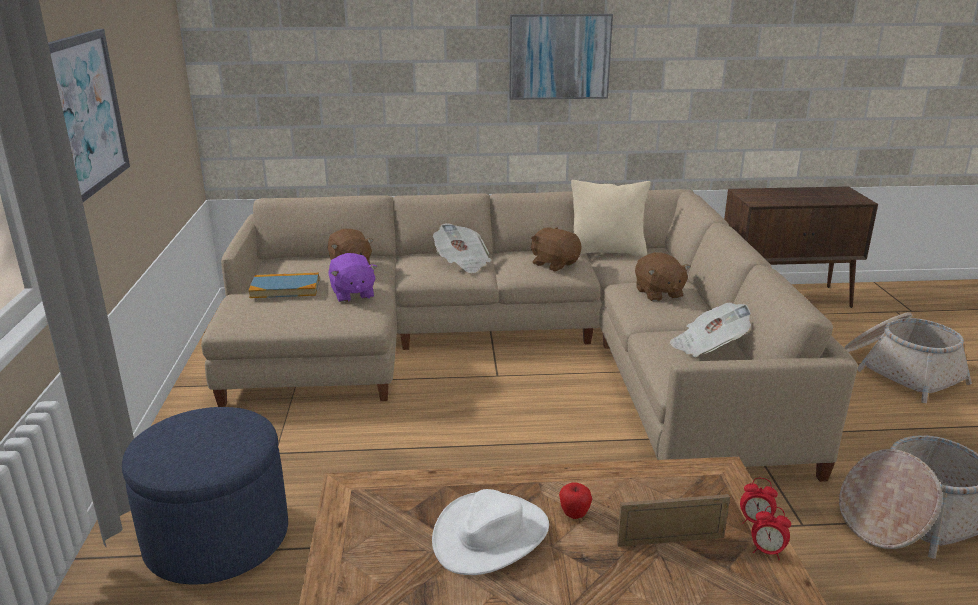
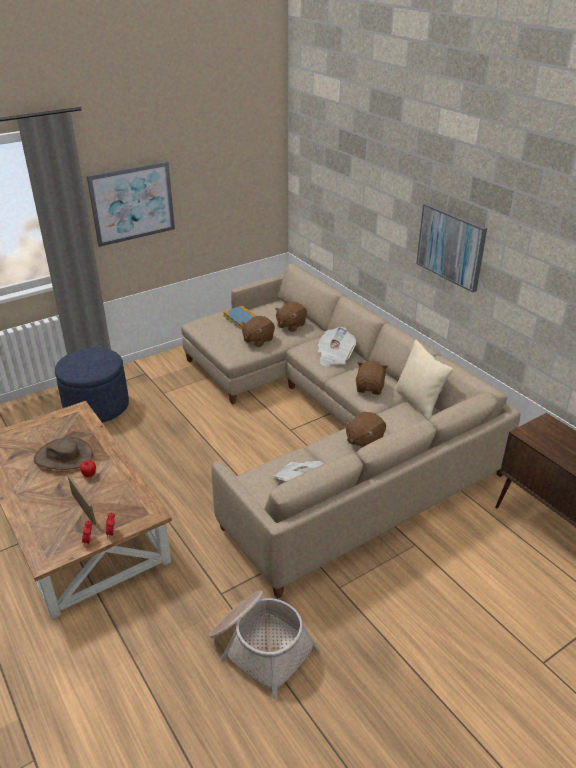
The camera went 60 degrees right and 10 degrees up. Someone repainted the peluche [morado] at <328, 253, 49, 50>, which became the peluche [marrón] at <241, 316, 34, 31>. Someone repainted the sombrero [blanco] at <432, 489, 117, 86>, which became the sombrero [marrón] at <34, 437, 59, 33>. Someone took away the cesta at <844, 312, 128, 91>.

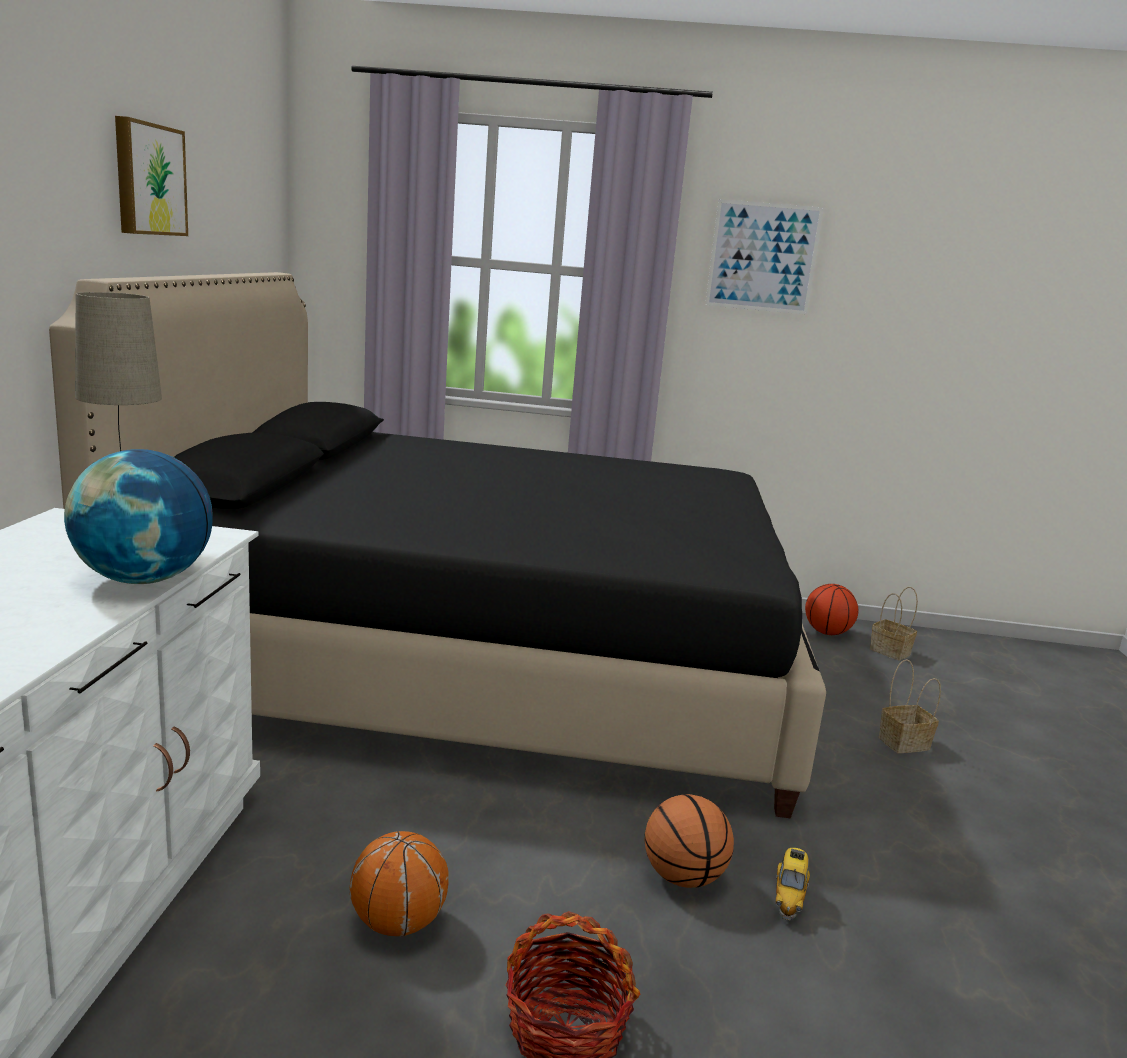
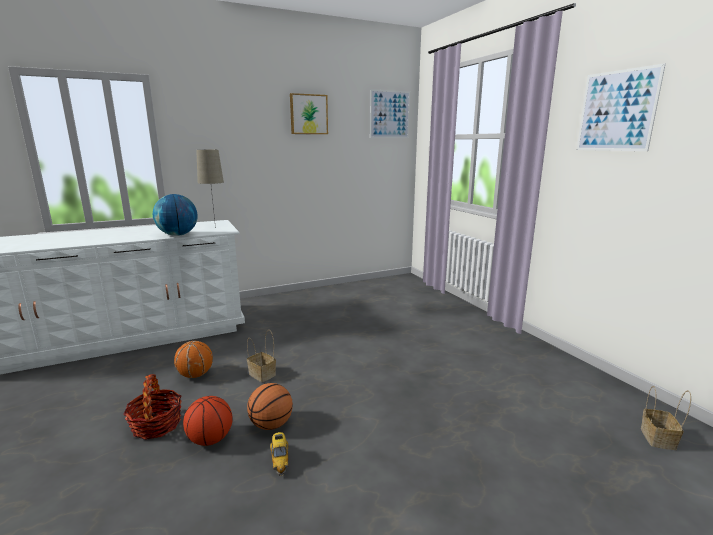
The camera went 60 degrees right and 0 degrees up. Someone took away the cama [negro] at <49, 272, 777, 547>. Someone rotated the coche de juguete at <776, 848, 34, 73> by 90 degrees counterclockwise. Someone carried the balón de baloncesto from <805, 584, 53, 51> to <183, 396, 50, 50>. Someone carried the cesta from <878, 659, 63, 94> to <247, 330, 29, 52>. Someone put up the cuadro at <370, 89, 40, 49>.

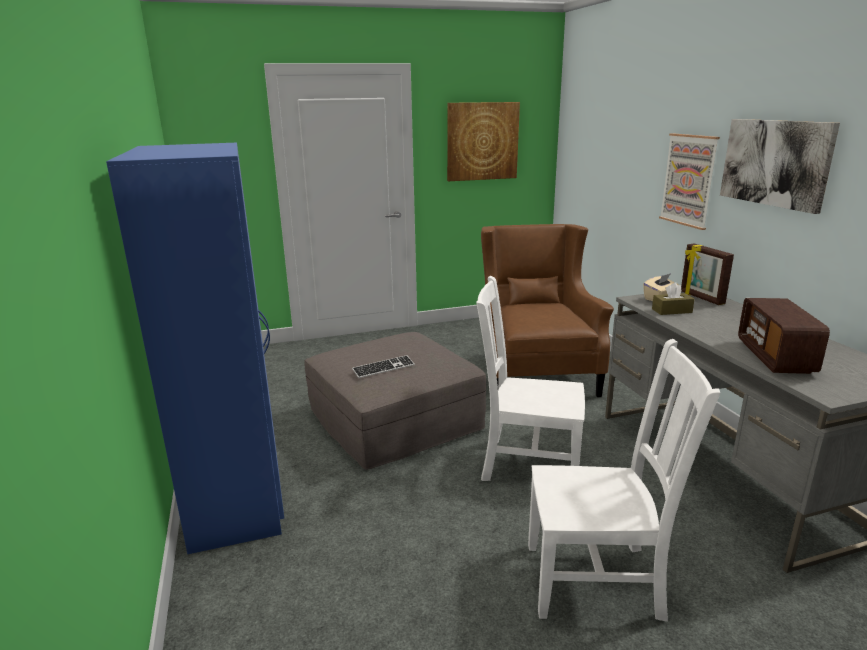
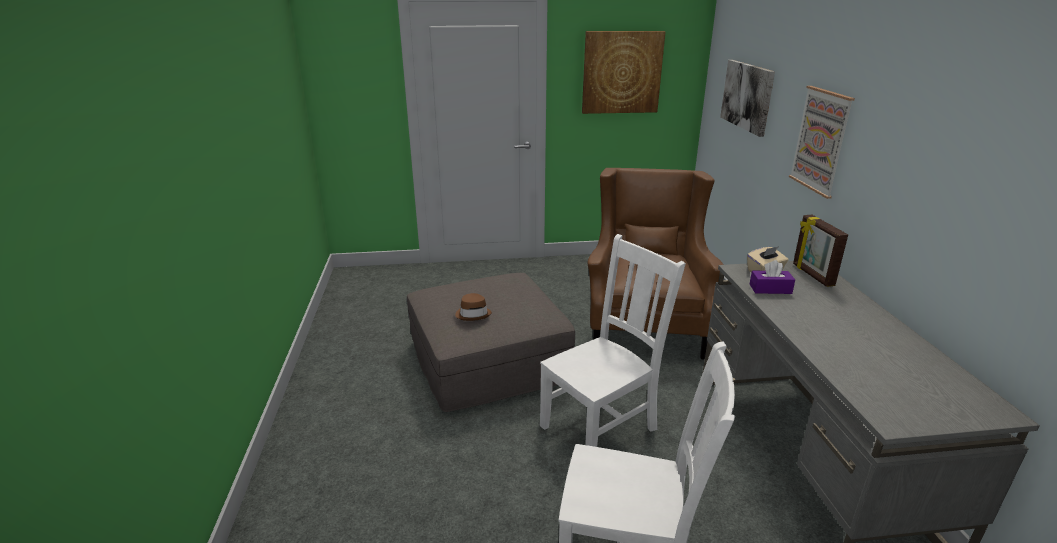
The camera went 10 degrees right and 5 degrees up. Someone took away the armario ropero [azul] at <106, 143, 178, 411>. Someone swapped the teclado at <352, 355, 63, 23> for the sombrero [marrón] at <455, 293, 37, 28>. Someone rotated the silla [blanco] at <476, 276, 109, 205> by 120 degrees clockwise. Someone repainted the caja de pañuelos [marrón] at <652, 283, 43, 32>, which became the caja de pañuelos [morado] at <749, 260, 46, 34>. Someone carried the cuadro from <720, 119, 120, 95> to <720, 60, 55, 77>. Someone took away the radio at <738, 298, 92, 76>.

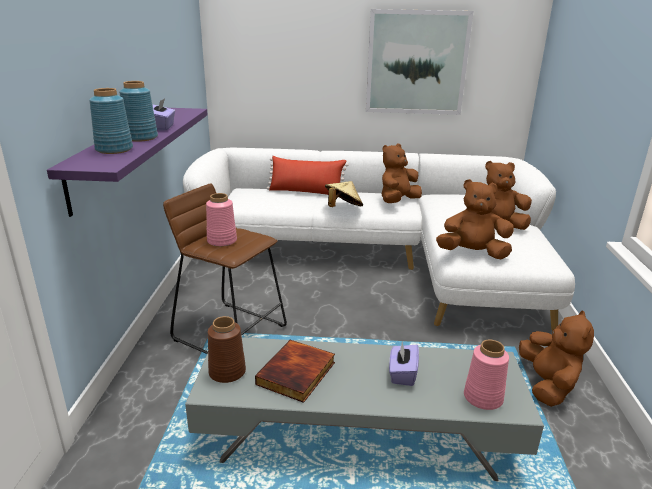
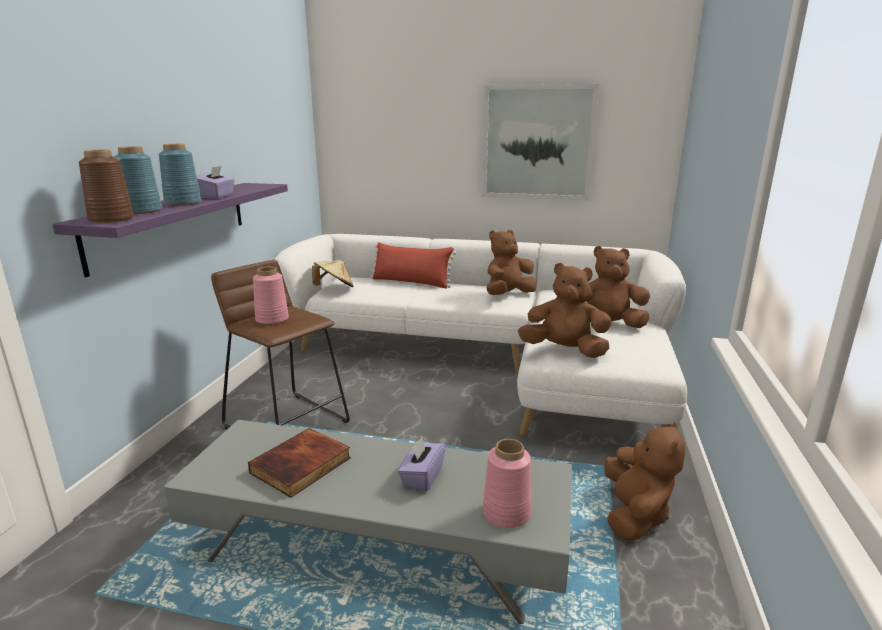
The camera went 10 degrees right and 5 degrees down. Someone carried the florero [marrón] from <208, 316, 38, 67> to <79, 149, 55, 74>. Someone carried the sombrero [beis] from <325, 181, 38, 26> to <312, 260, 42, 27>.

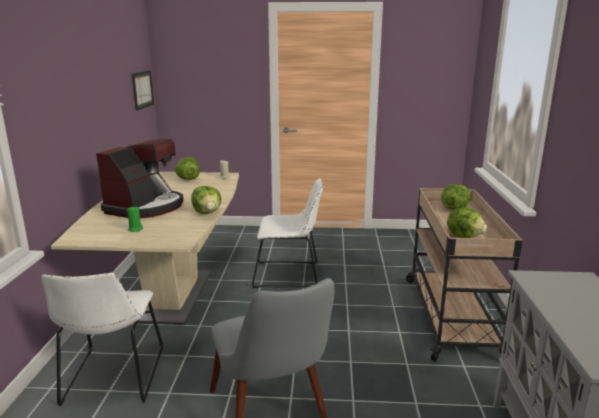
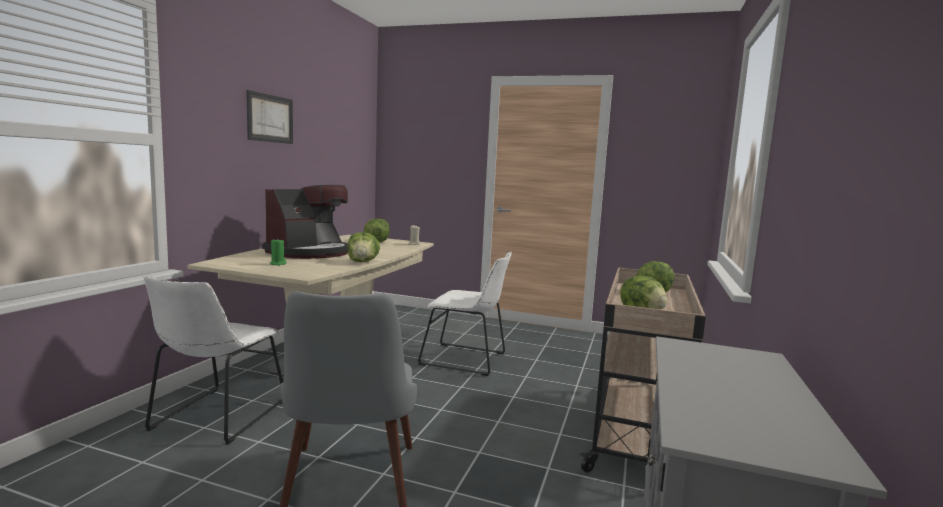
The camera went 15 degrees right and 10 degrees down. Someone carried the cuadro from <132, 70, 22, 41> to <246, 90, 47, 54>.

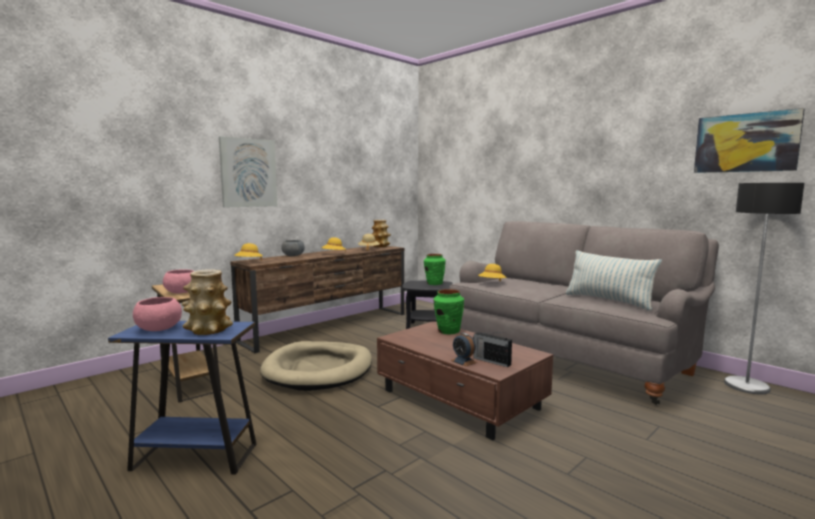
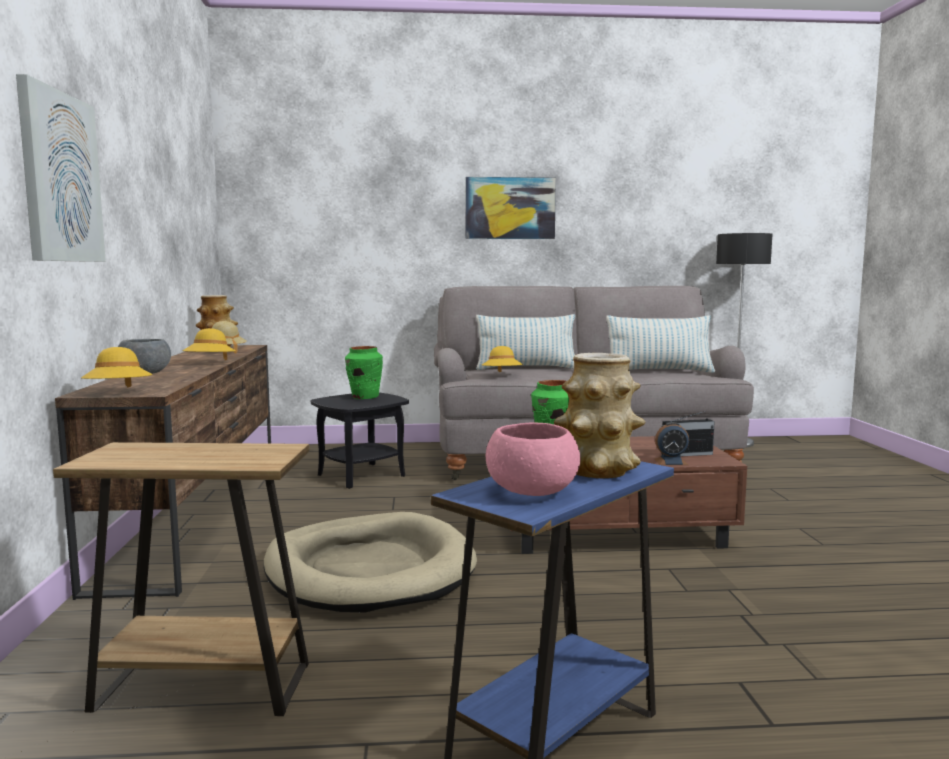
The camera went 50 degrees left and 0 degrees up. Someone took away the cuenco [rosa] at <163, 270, 31, 23>. Someone carried the cuadro from <694, 108, 111, 65> to <465, 177, 91, 62>. Someone put down the cojín at <476, 314, 99, 56>.

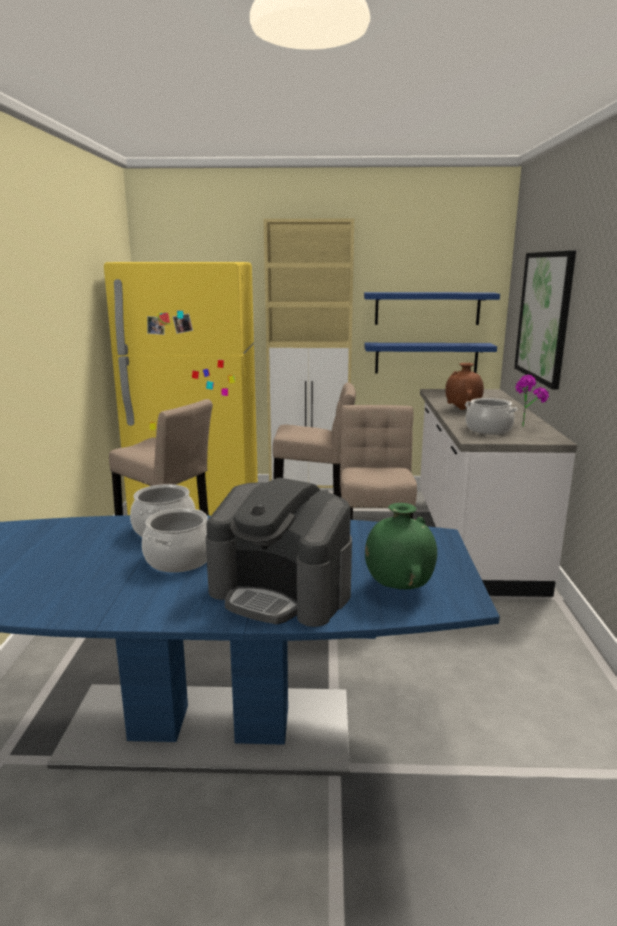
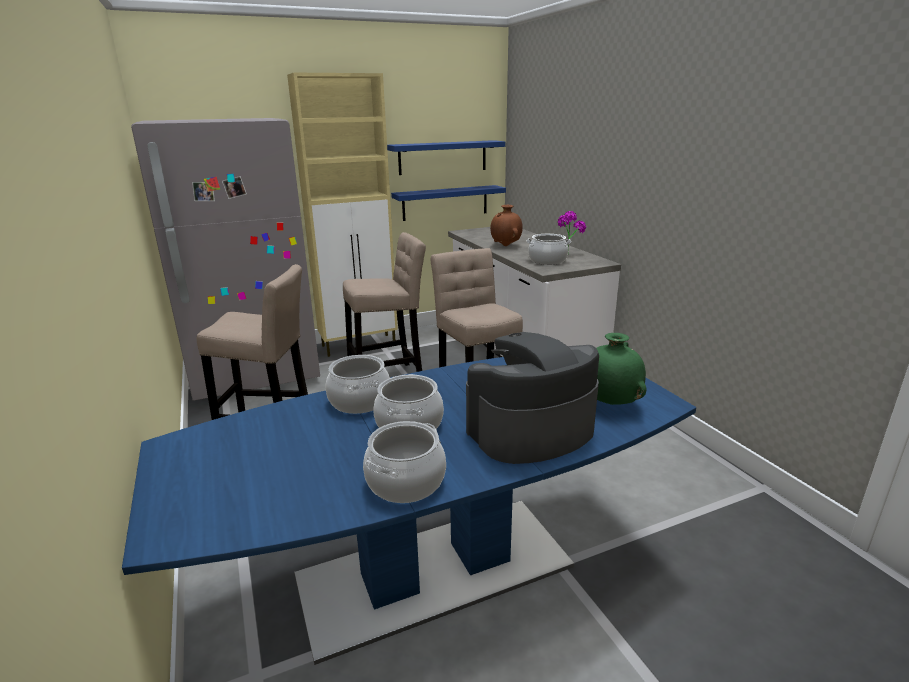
The camera went 25 degrees left and 5 degrees up. Someone repainted the nevera [amarillo] at <104, 262, 154, 254>, which became the nevera [gris] at <131, 118, 189, 283>. Someone rotated the cafetera at <206, 477, 146, 150> by 150 degrees clockwise. Someone took away the cuadro at <514, 251, 62, 138>. Someone put down the olla at <363, 421, 83, 82>.

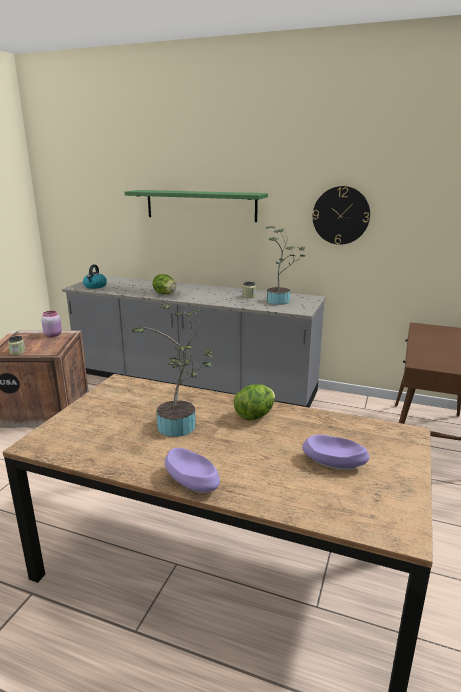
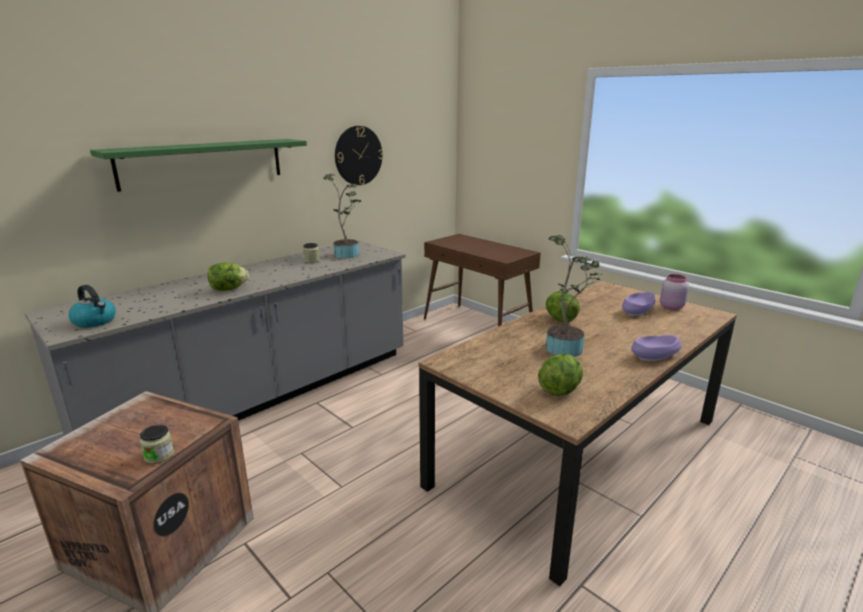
The camera went 65 degrees left and 0 degrees up. Someone carried the tarro [rosa] from <41, 311, 21, 26> to <660, 274, 29, 36>. Someone put down the lechuga at <538, 354, 45, 42>.

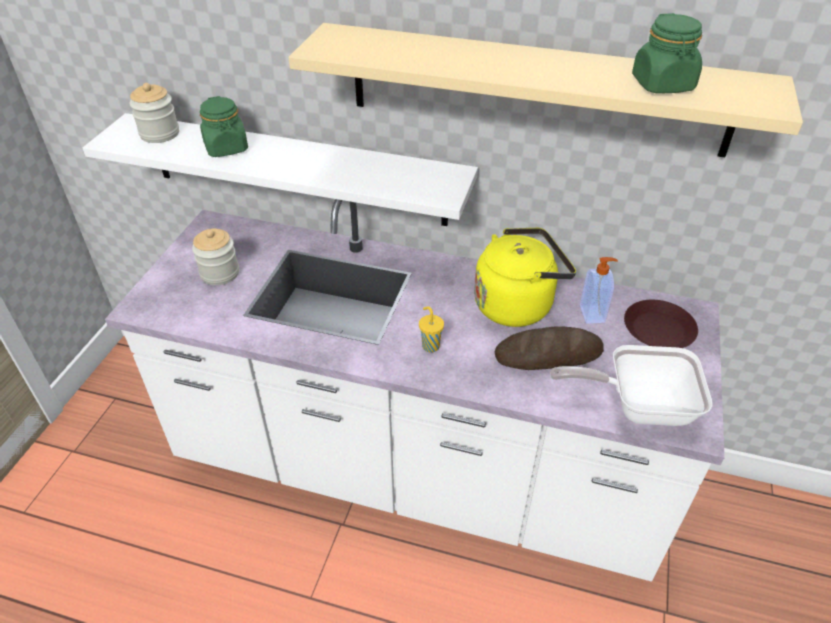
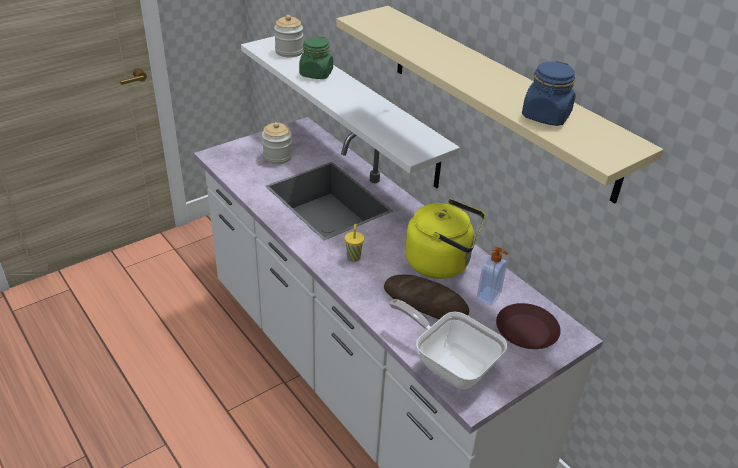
The camera went 35 degrees right and 5 degrees down. Someone repainted the tarro [verde] at <632, 13, 70, 80>, which became the tarro [azul] at <522, 61, 54, 65>.

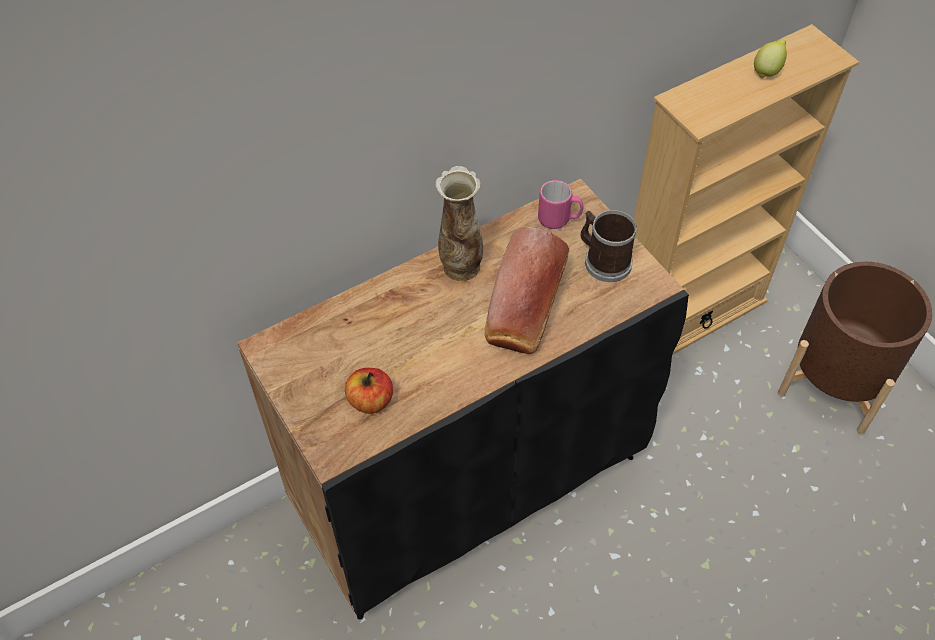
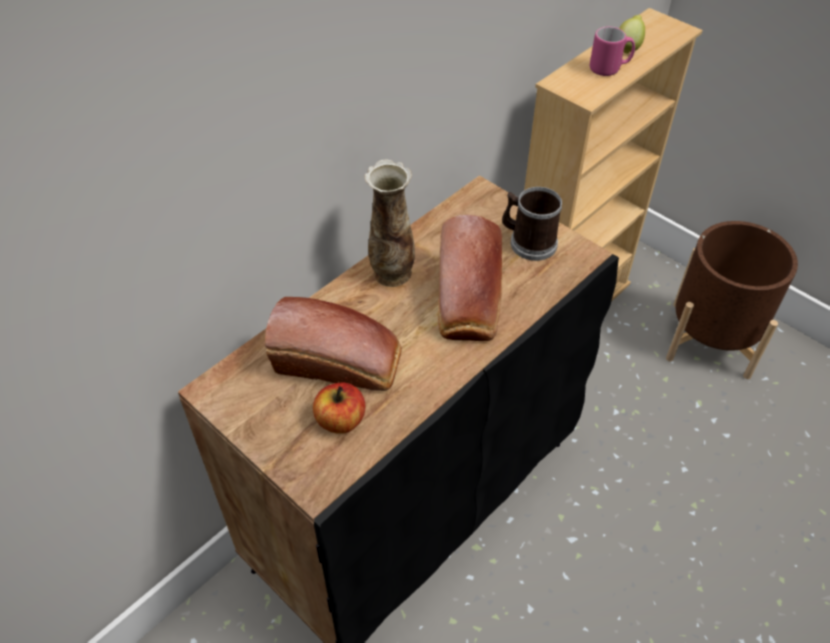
The camera went 15 degrees left and 5 degrees down. Someone carried the taza grande [rosa] from <538, 180, 45, 49> to <590, 27, 45, 49>. Someone put down the pan at <265, 297, 137, 94>.

